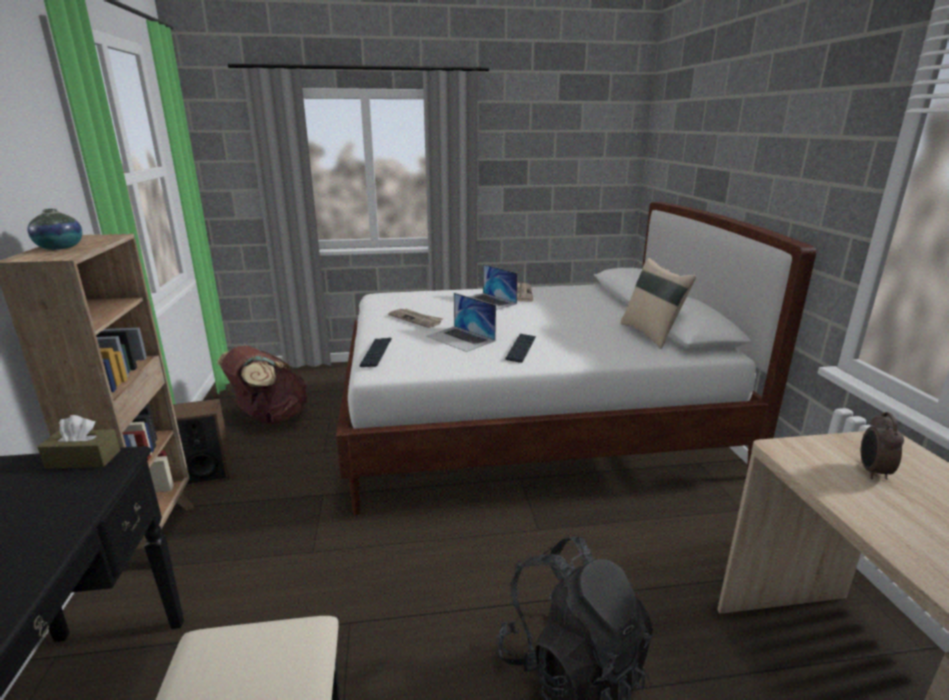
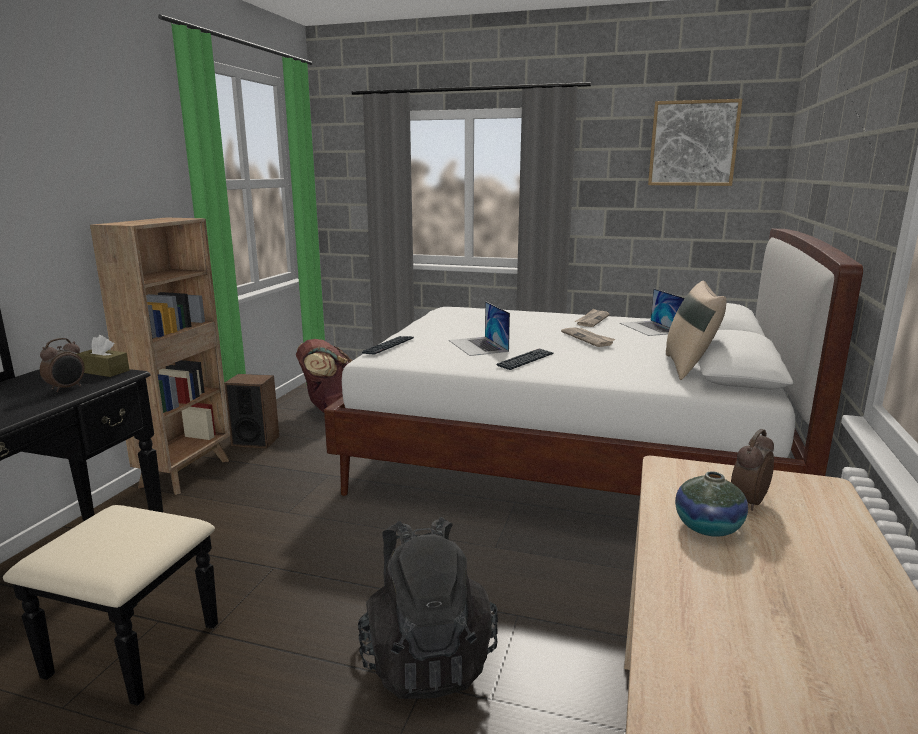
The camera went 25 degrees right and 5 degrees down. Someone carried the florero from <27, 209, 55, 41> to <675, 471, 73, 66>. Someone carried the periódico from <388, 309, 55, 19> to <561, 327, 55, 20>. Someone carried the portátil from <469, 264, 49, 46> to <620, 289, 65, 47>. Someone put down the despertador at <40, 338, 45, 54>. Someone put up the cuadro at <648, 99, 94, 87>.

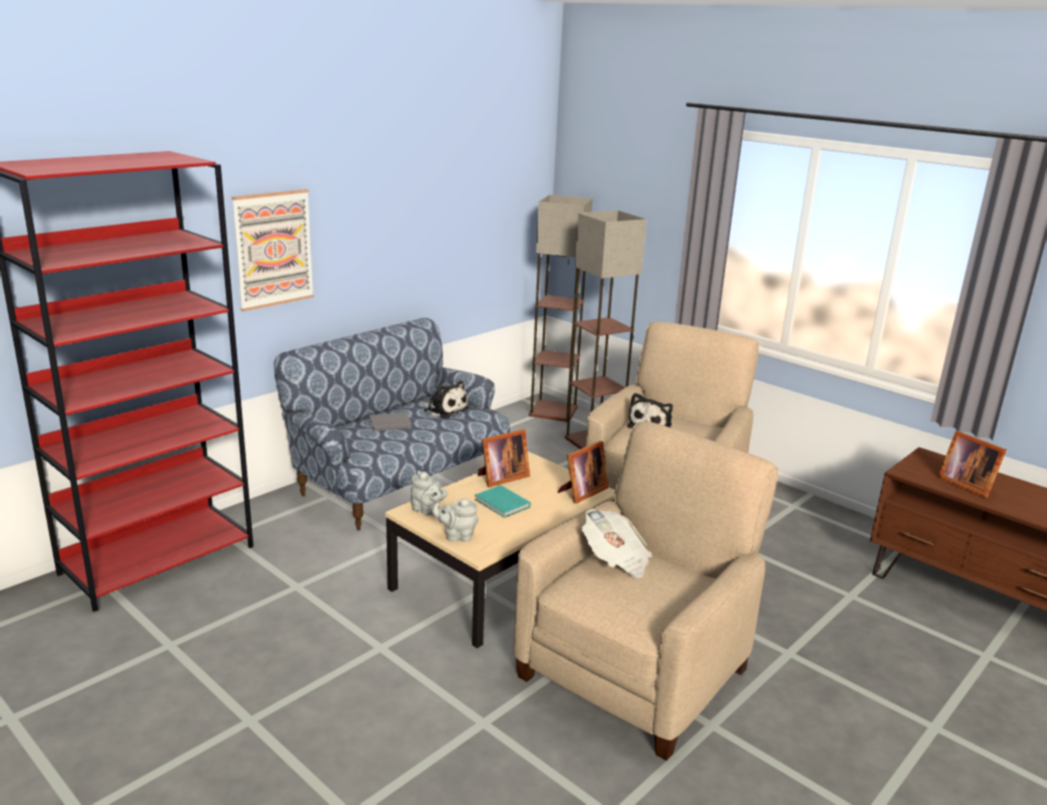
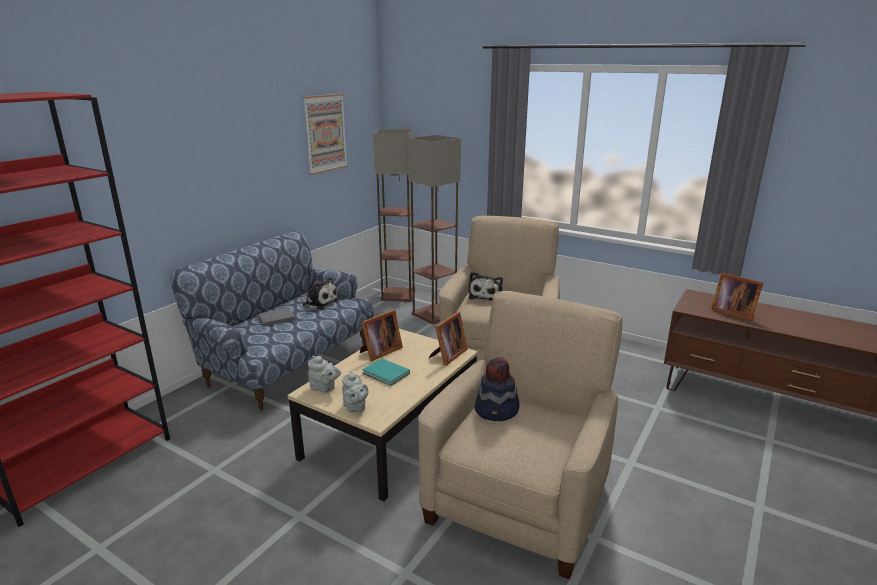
The camera went 10 degrees left and 0 degrees up. Someone carried the cuadro from <232, 189, 82, 122> to <303, 94, 45, 81>. Someone rotated the tetera [gris] at <432, 498, 47, 44> by 105 degrees counterclockwise. Someone swapped the periódico at <582, 509, 70, 69> for the sombrero at <475, 357, 45, 64>.

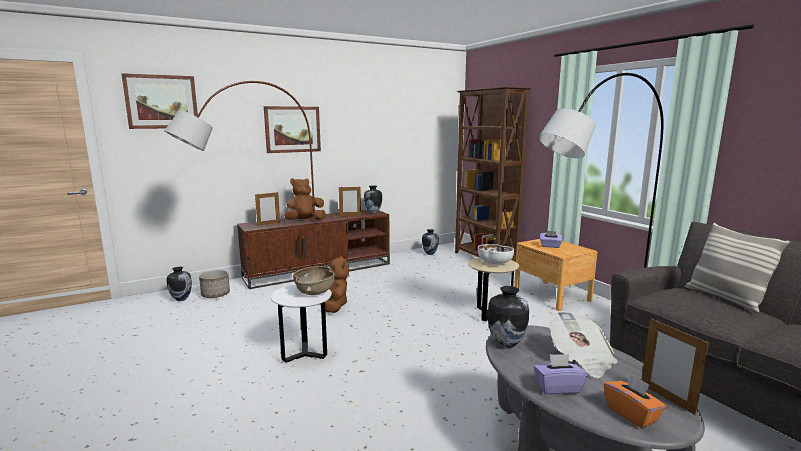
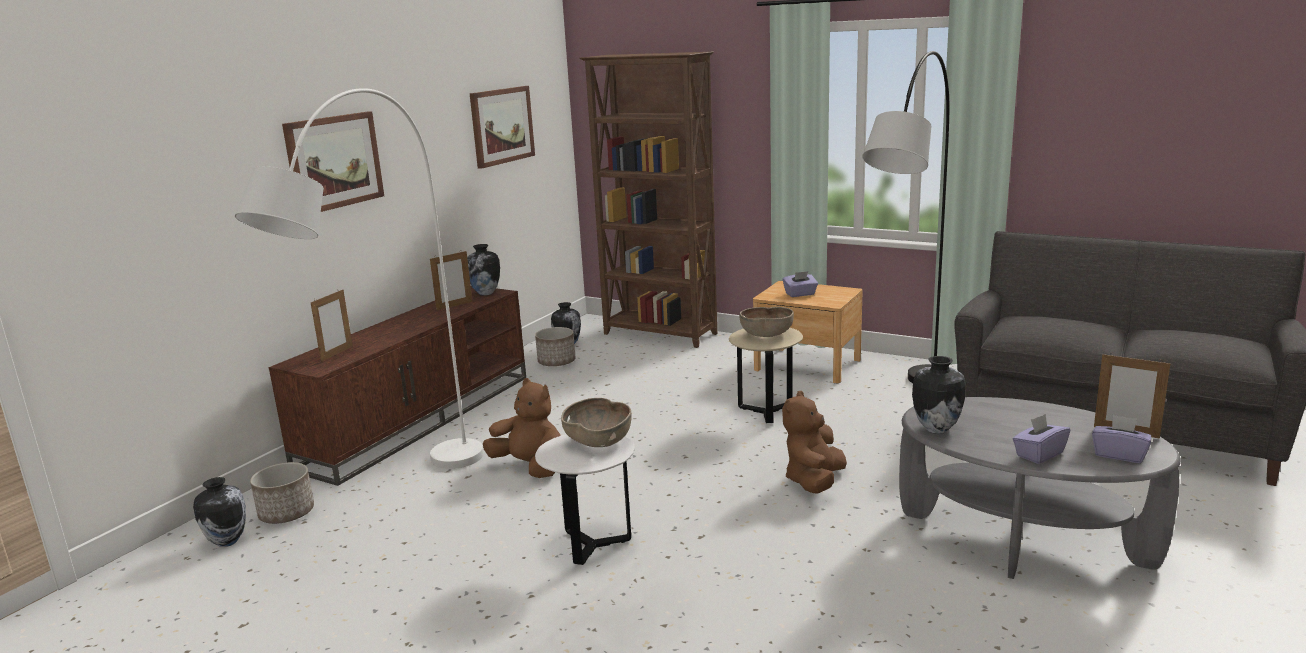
The camera went 30 degrees left and 5 degrees up. Someone carried the cuadro from <121, 73, 77, 56> to <470, 86, 65, 83>. Someone repainted the lámpara de pie [marrón] at <164, 81, 154, 185>, which became the lámpara de pie [blanco] at <235, 88, 249, 381>. Someone carried the peluche [marrón] from <284, 178, 42, 42> to <782, 391, 65, 103>. Someone repainted the cuenco [blanco] at <478, 244, 36, 20>, which became the cuenco [marrón] at <740, 307, 54, 30>. Someone took away the periódico at <548, 311, 70, 67>. Someone repainted the caja de pañuelos [naranja] at <604, 374, 62, 55>, which became the caja de pañuelos [morado] at <1092, 415, 59, 48>. Someone took away the cojín at <685, 223, 105, 90>. Someone put down the maceta at <535, 327, 40, 39>.

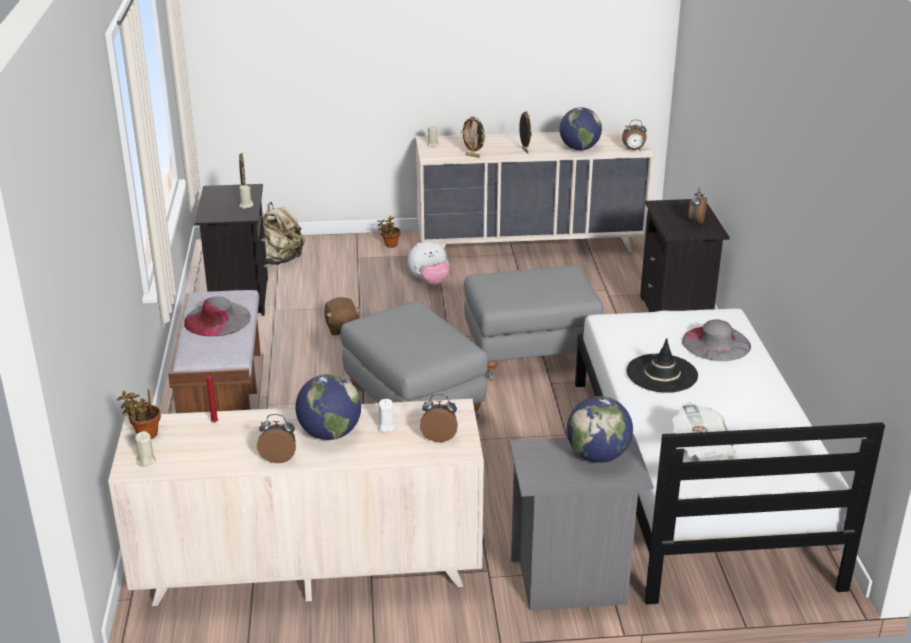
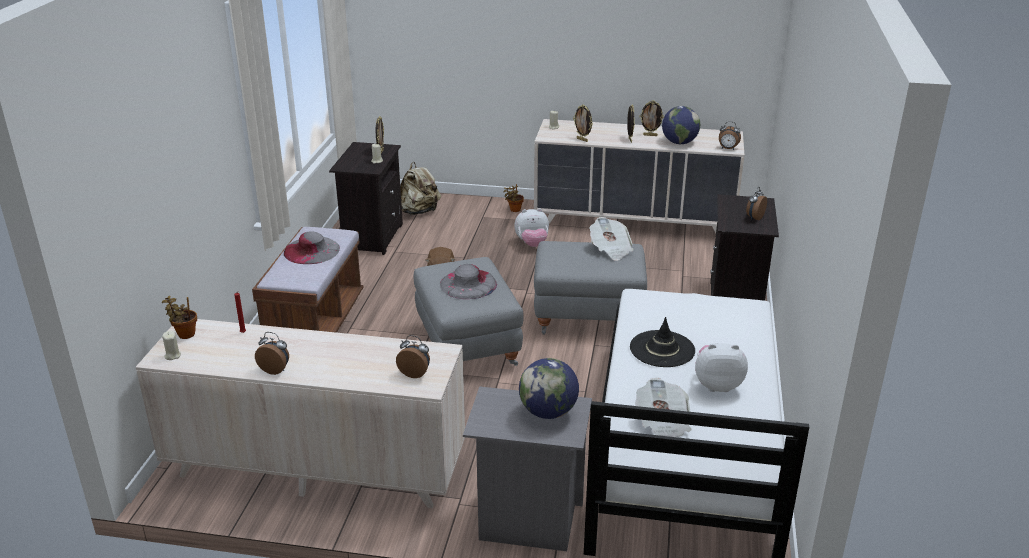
The camera went 15 degrees right and 0 degrees up. Someone took away the globo terráqueo at <295, 374, 66, 66>. Someone took away the vela [blanco] at <377, 399, 18, 33>. Someone carried the sombrero [gris] from <682, 319, 69, 42> to <440, 264, 57, 35>. Someone put down the periódico at <589, 217, 45, 44>. Someone put down the portarretratos at <640, 101, 24, 35>. Someone put down the peluche at <695, 343, 53, 49>.

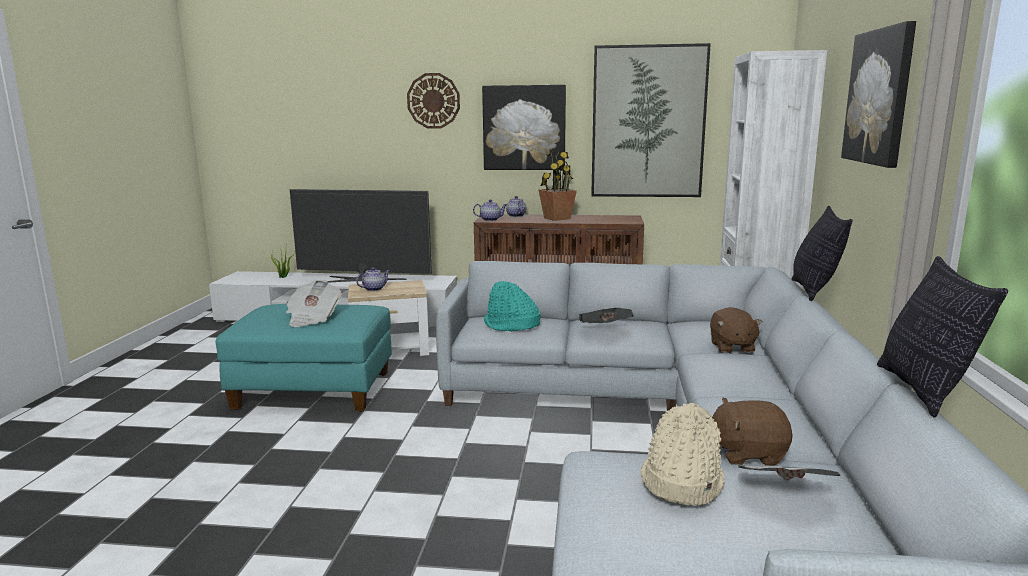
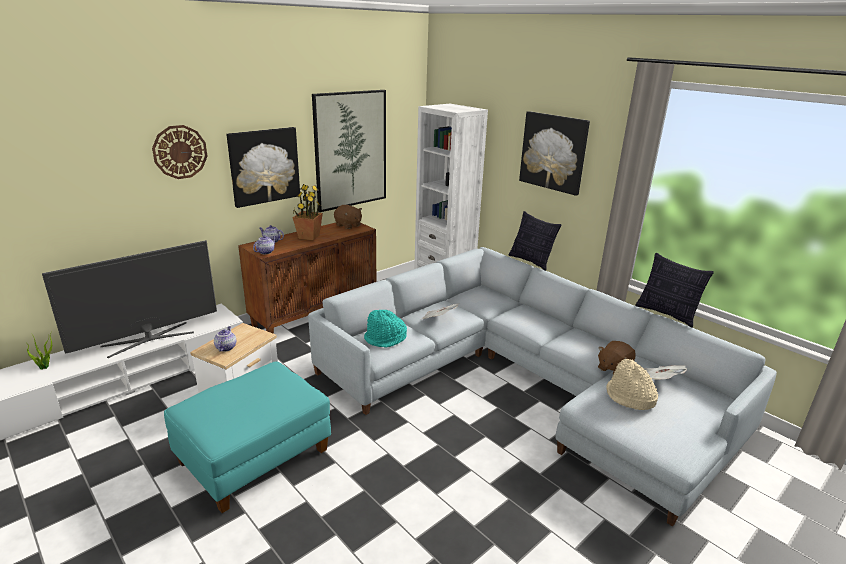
The camera went 50 degrees left and 10 degrees up. Someone took away the periódico at <286, 280, 56, 47>. Someone carried the peluche [marrón] from <710, 307, 53, 46> to <334, 205, 28, 24>.

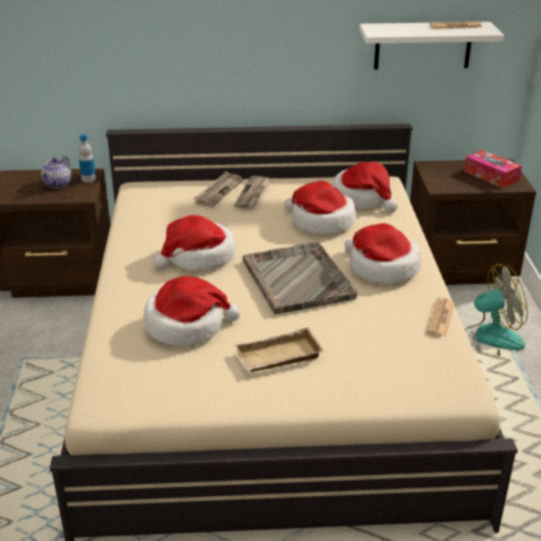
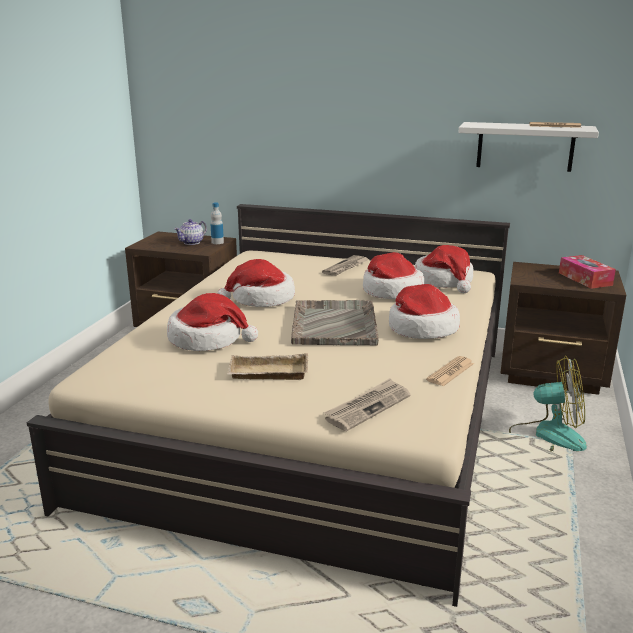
The camera went 20 degrees right and 10 degrees down. Someone carried the periódico from <193, 171, 50, 36> to <324, 378, 87, 53>.

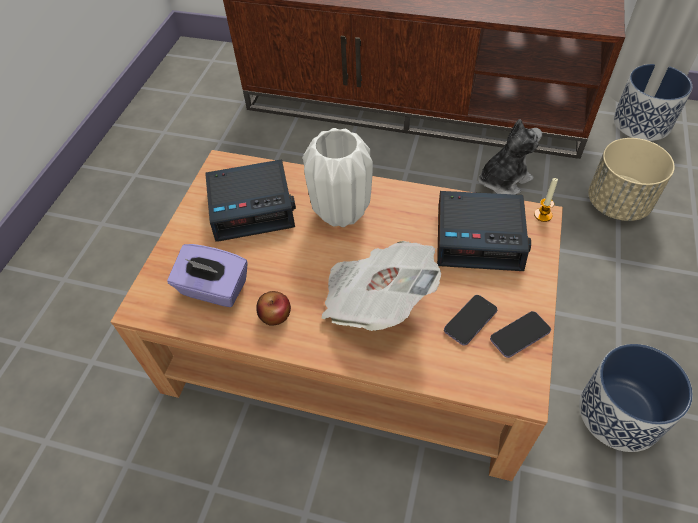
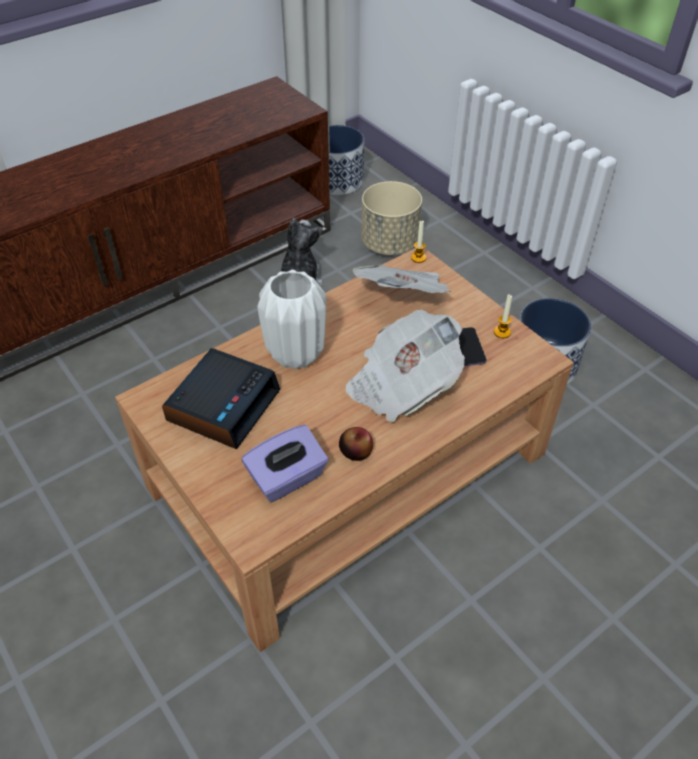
The camera went 55 degrees left and 5 degrees down. Someone swapped the despertador at <437, 191, 94, 80> for the periódico at <353, 265, 98, 28>. Someone swapped the móvil at <490, 311, 61, 47> for the vela at <494, 294, 18, 44>.

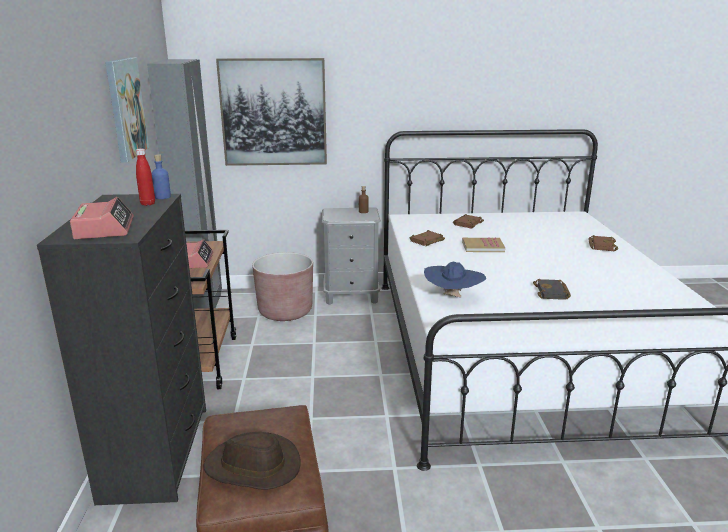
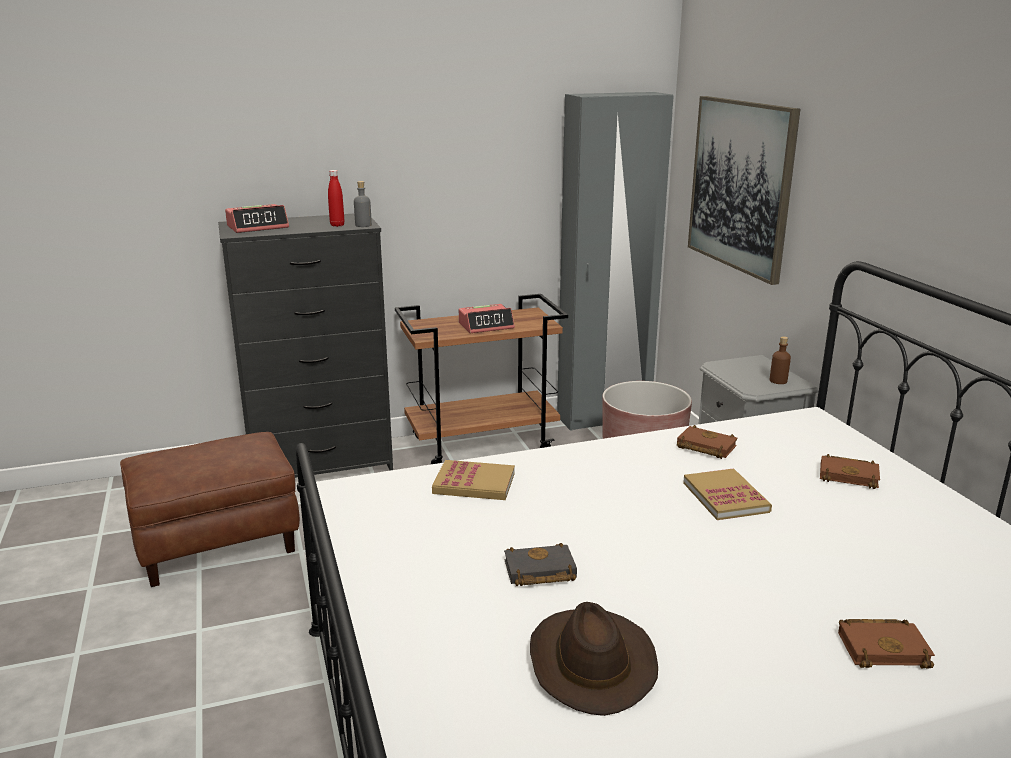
The camera went 75 degrees right and 0 degrees up. Someone took away the cuadro at <105, 58, 44, 105>. Someone repainted the botella [azul] at <152, 154, 19, 45>, which became the botella [gris] at <354, 181, 18, 46>. Someone carried the sombrero [marrón] from <204, 432, 97, 58> to <530, 602, 128, 114>. Someone swapped the sombrero [azul] at <424, 262, 62, 35> for the libro at <432, 460, 83, 40>.

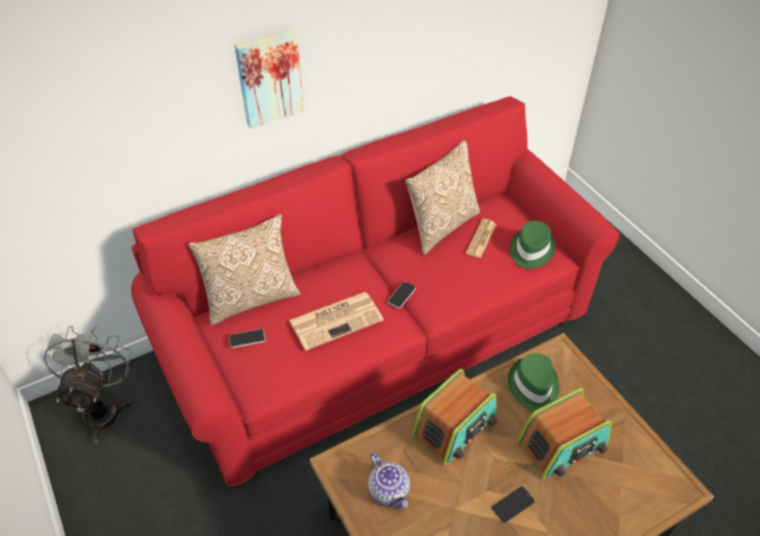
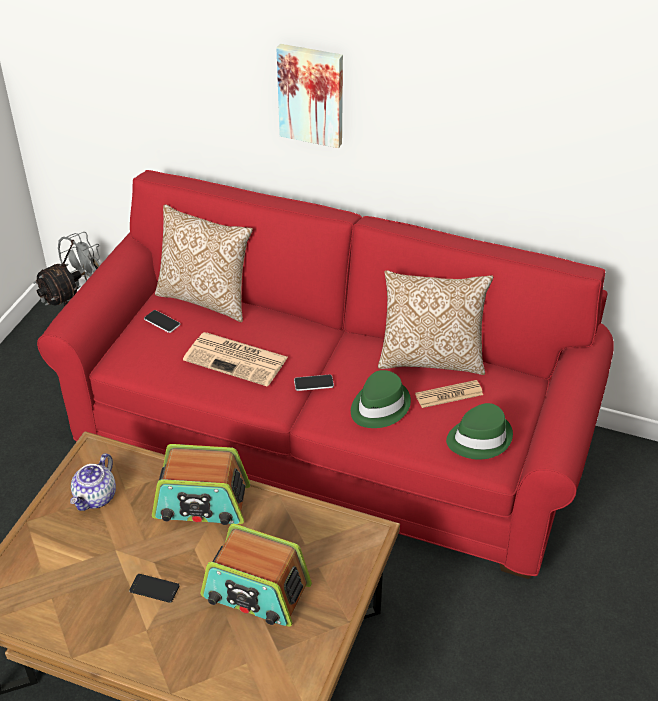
The camera went 50 degrees right and 5 degrees down. Someone carried the sombrero [verde] from <508, 353, 51, 59> to <351, 370, 60, 58>.

